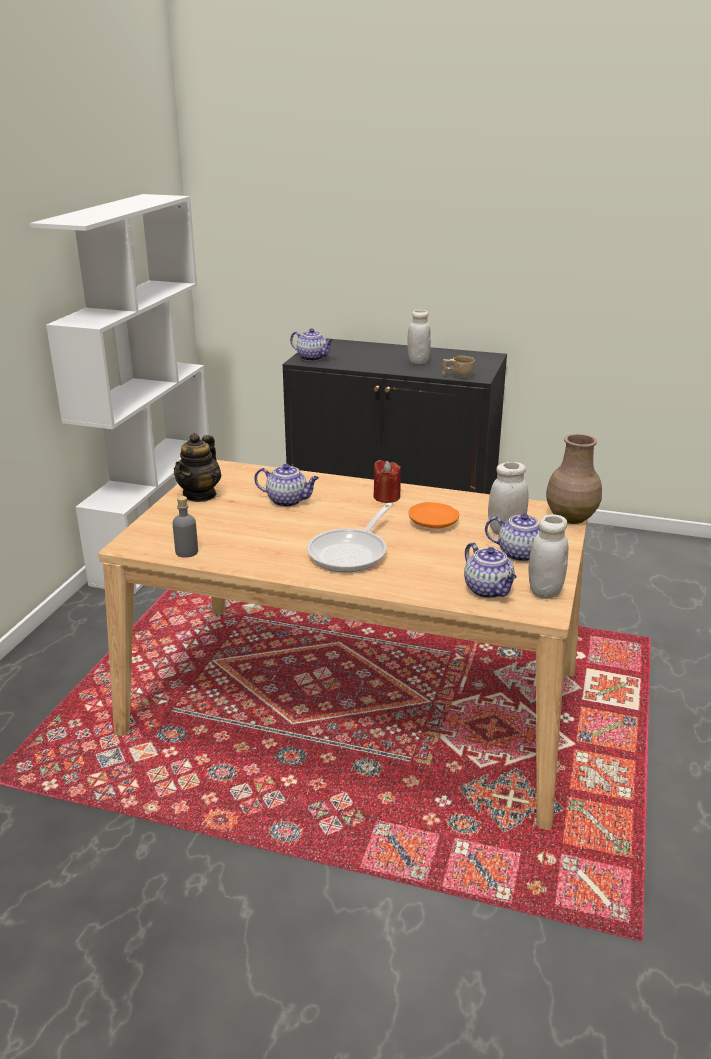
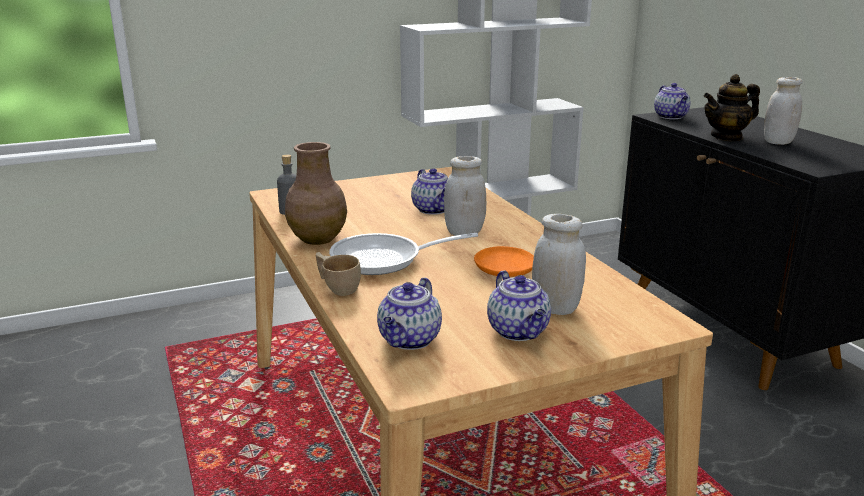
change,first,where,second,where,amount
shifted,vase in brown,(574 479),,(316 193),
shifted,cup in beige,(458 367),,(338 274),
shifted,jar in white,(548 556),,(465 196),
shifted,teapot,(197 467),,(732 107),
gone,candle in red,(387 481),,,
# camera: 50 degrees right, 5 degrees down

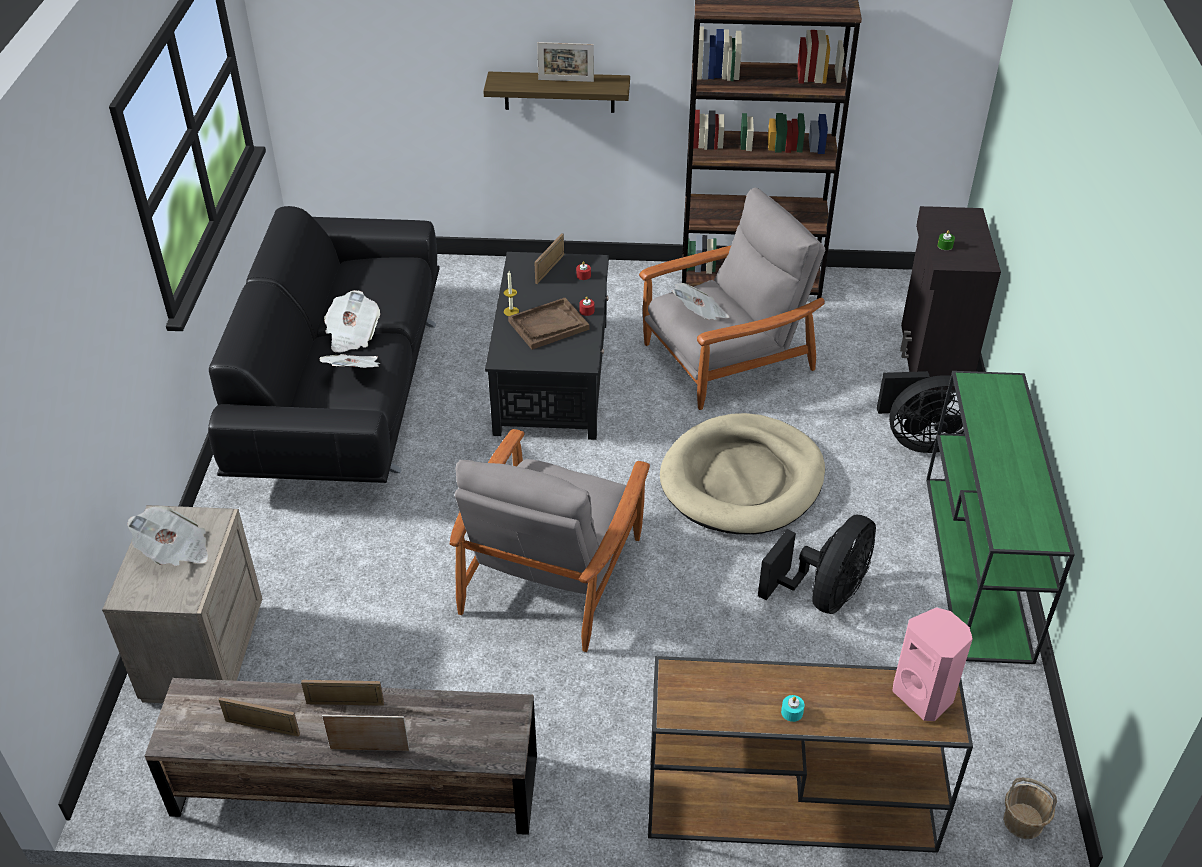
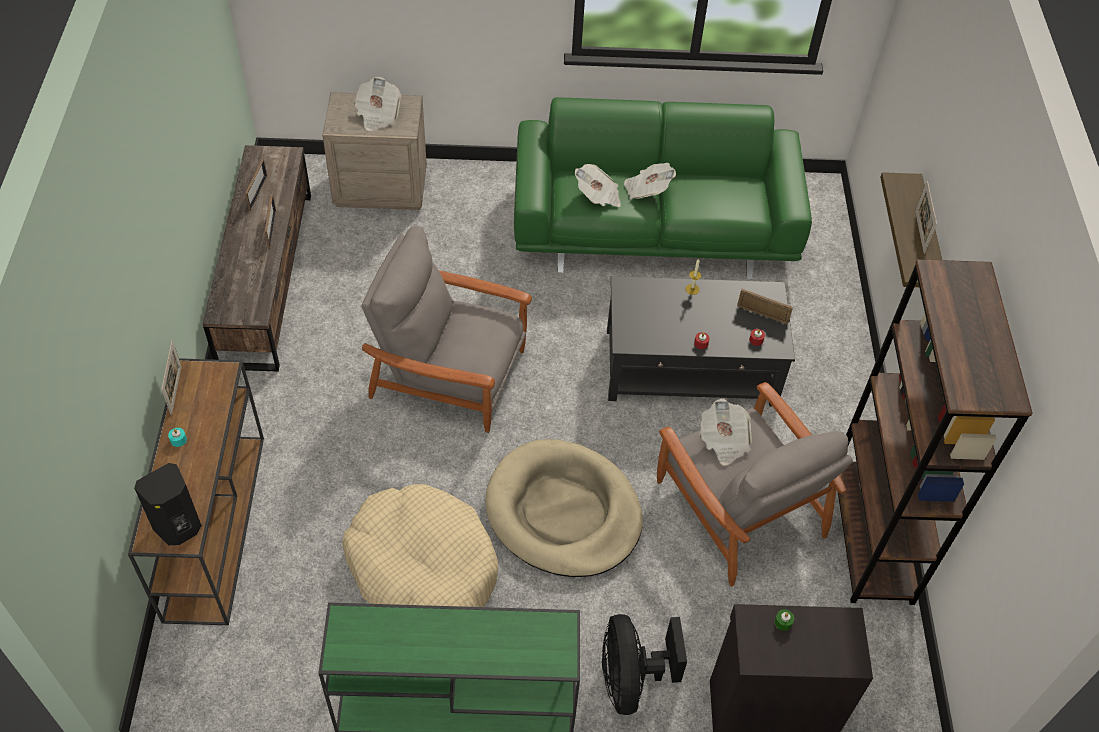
change,first,where,second,where,amount
repainted,speaker in pink,(933 664),speaker in black,(168 504),
shifted,picture frame,(366 733),,(171 377),
swapped,fan in black,(817 564),dog bed in beige,(420 545),
repainted,sofa in black,(323 344),sofa in green,(663 188),
gone,tray in brown,(548 324),,,
gone,basket,(1030 808),,,
# camera: 85 degrees right, 10 degrees up

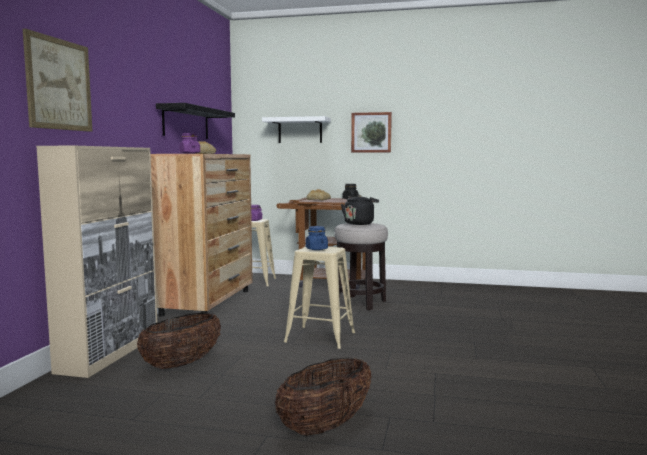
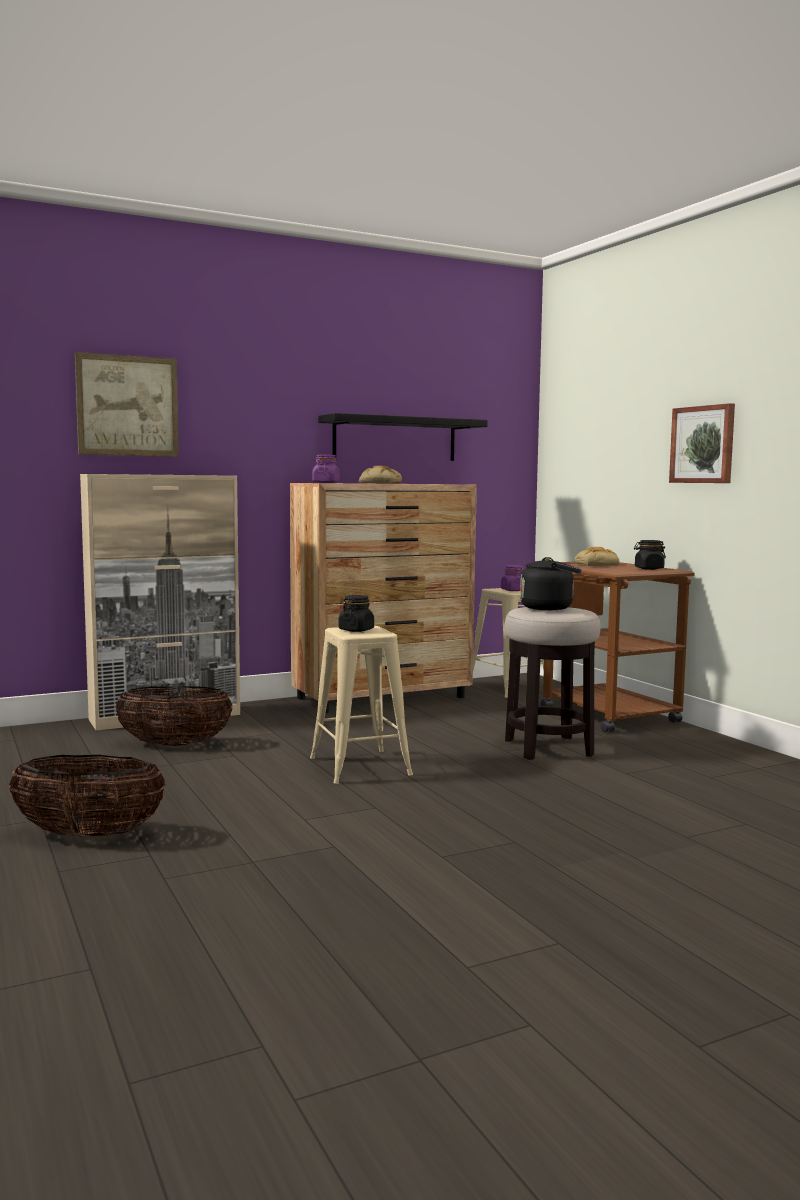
change,first,where,second,where,amount
repainted,jar in blue,(317 238),jar in black,(356 613),
gone,shelf in white,(296 129),,,
# camera: 50 degrees right, 0 degrees up

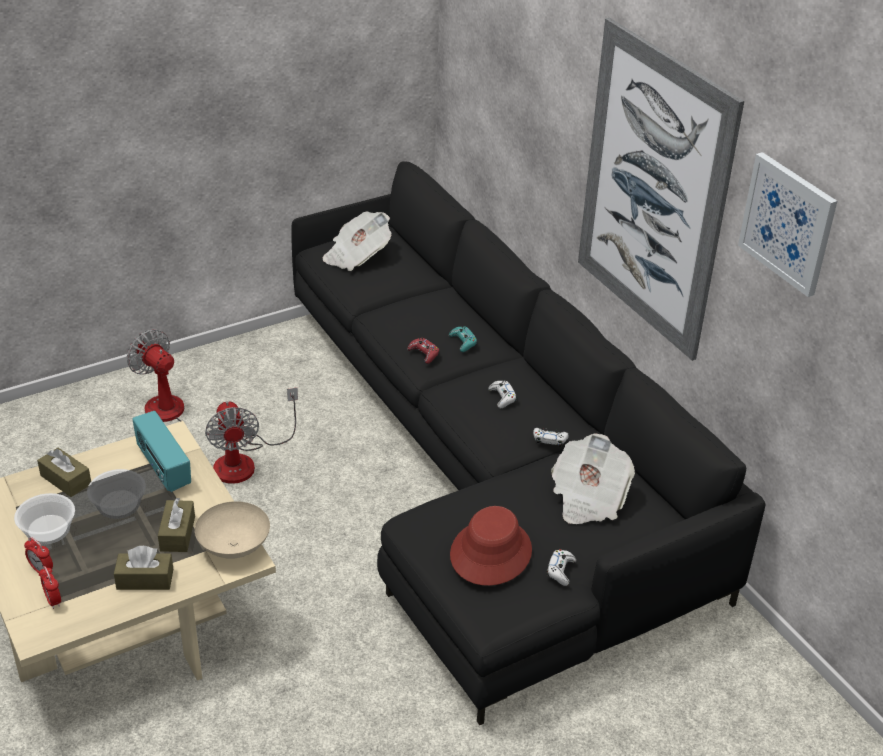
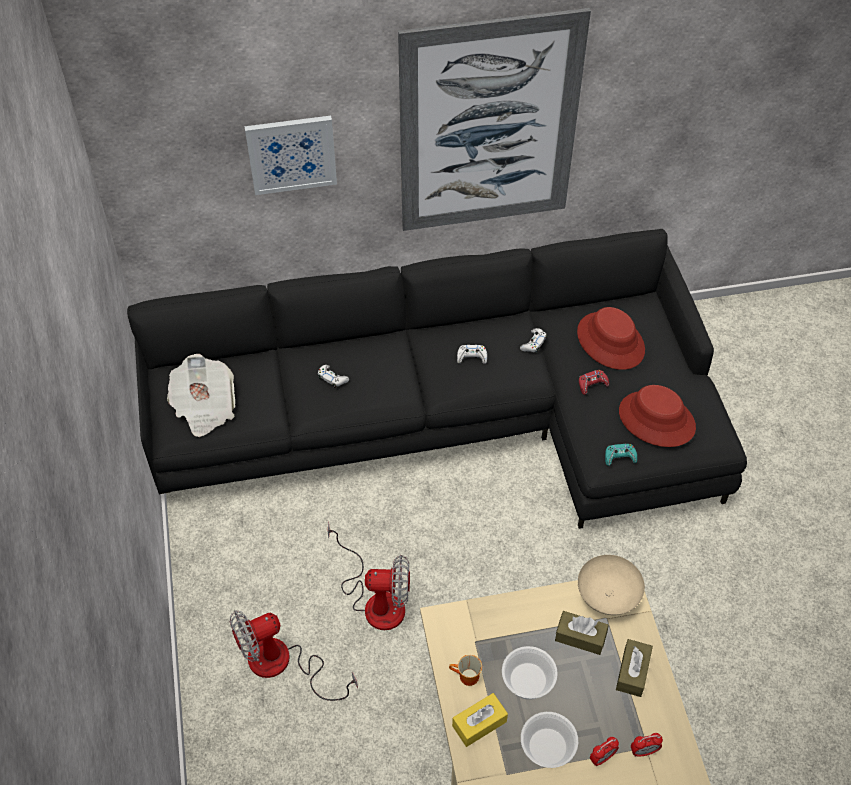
change,first,where,second,where,amount
shifted,picture,(787 224),,(290 155),
shifted,game controller in white,(561 567),,(333 376),
new,,,mug,(465 670),
repainted,tissue box in brown,(64 472),tissue box in yellow,(480 720),
swapped,newspaper,(593 479),hat in red,(611 338),
shifted,game controller in red,(423 351),,(594 382),
shifted,game controller in turquoise,(463 339),,(621 455),
gone,radio,(161 451),,,
# camera: 70 degrees left, 15 degrees up

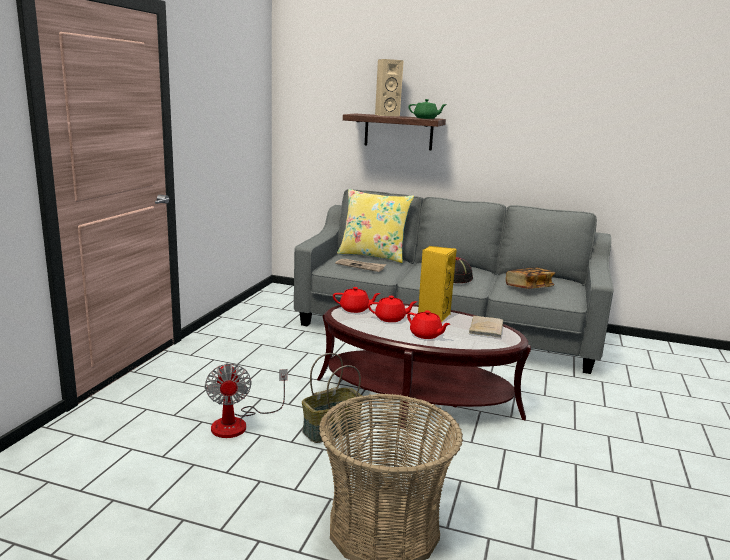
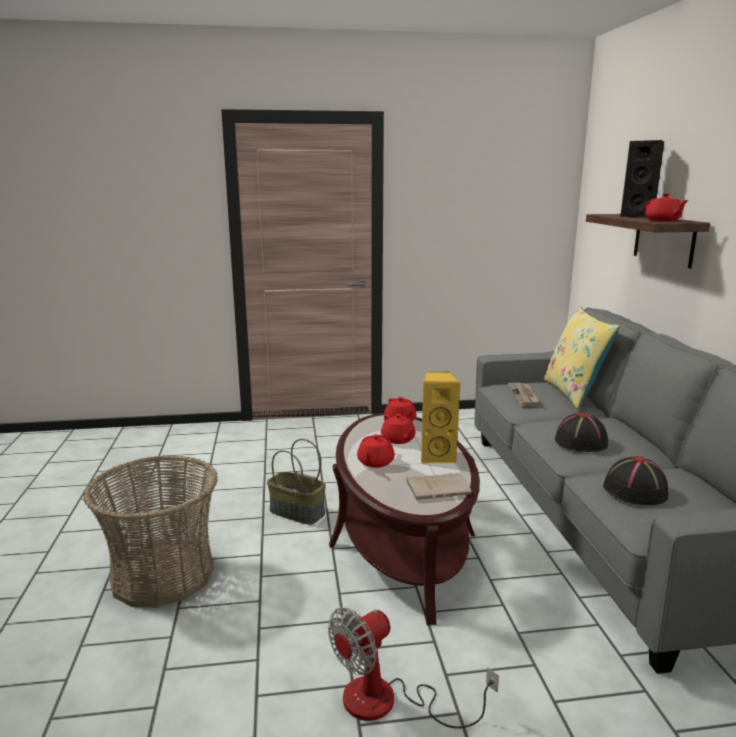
change,first,where,second,where,amount
shifted,fan,(246 400),,(413 668),
swapped,book,(530 278),hat in black,(636 480),
repainted,speaker in beige,(389 88),speaker in black,(642 179),
repainted,teapot in green,(427 109),teapot in red,(667 207),
# camera: 65 degrees right, 0 degrees up

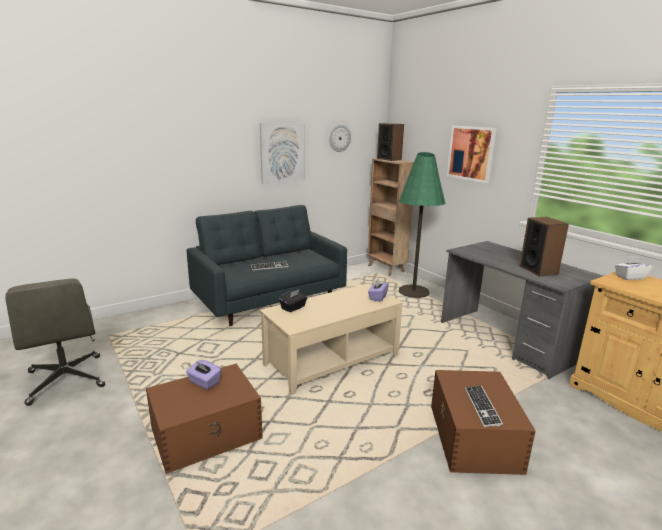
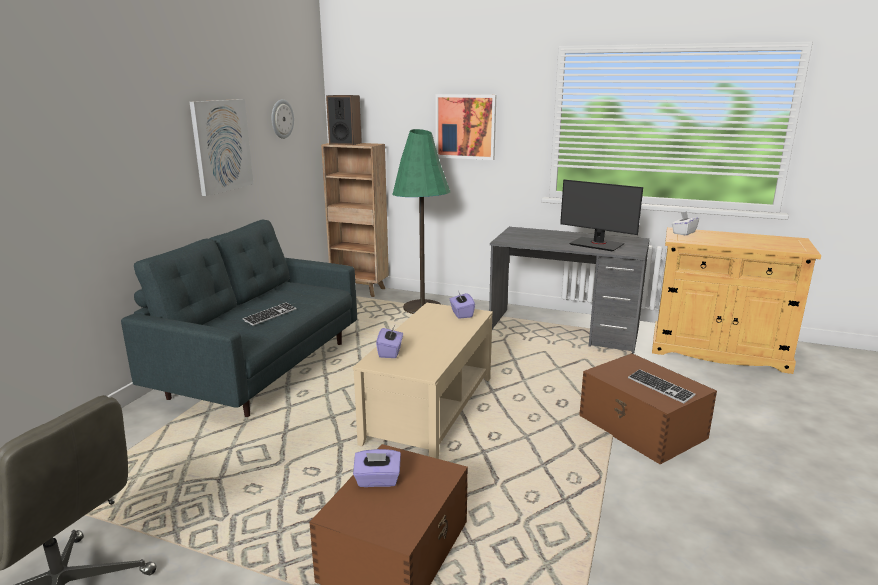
change,first,where,second,where,amount
repainted,tissue box in black,(293 300),tissue box in purple,(389 341),
swapped,speaker,(544 246),monitor,(601 215),
# camera: 35 degrees left, 0 degrees up

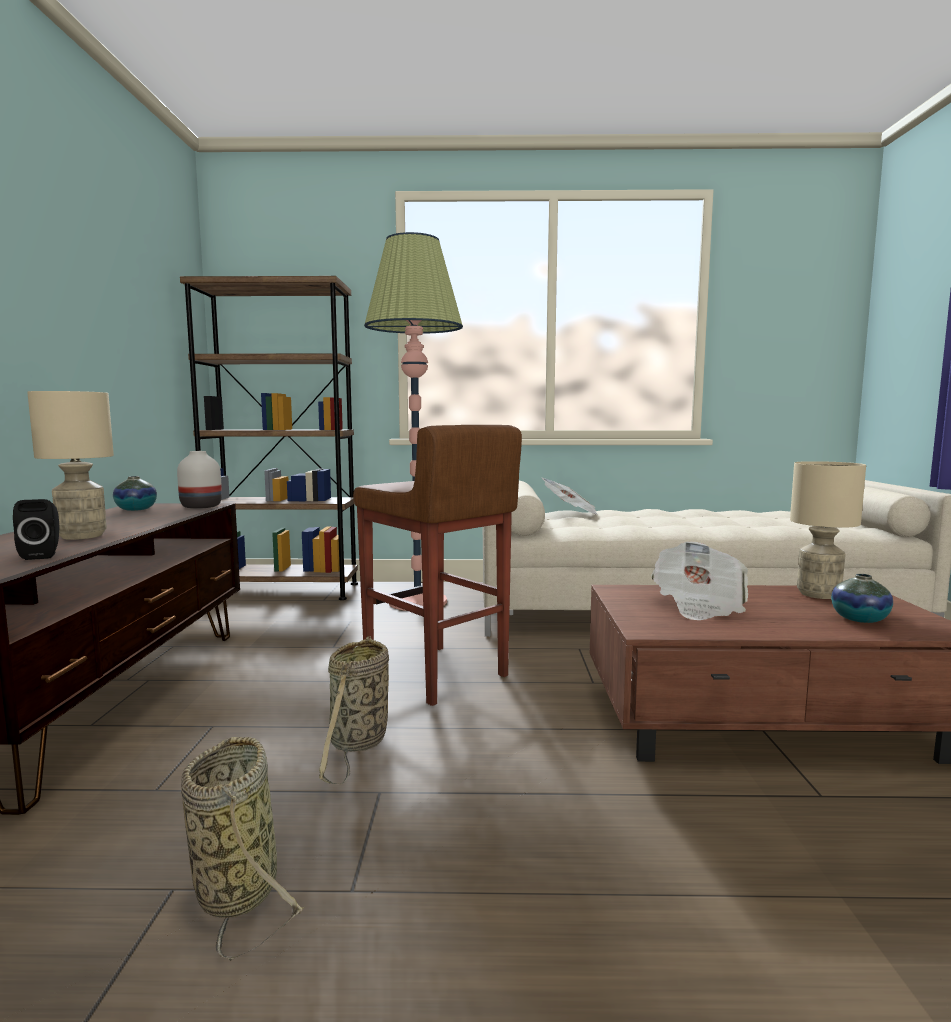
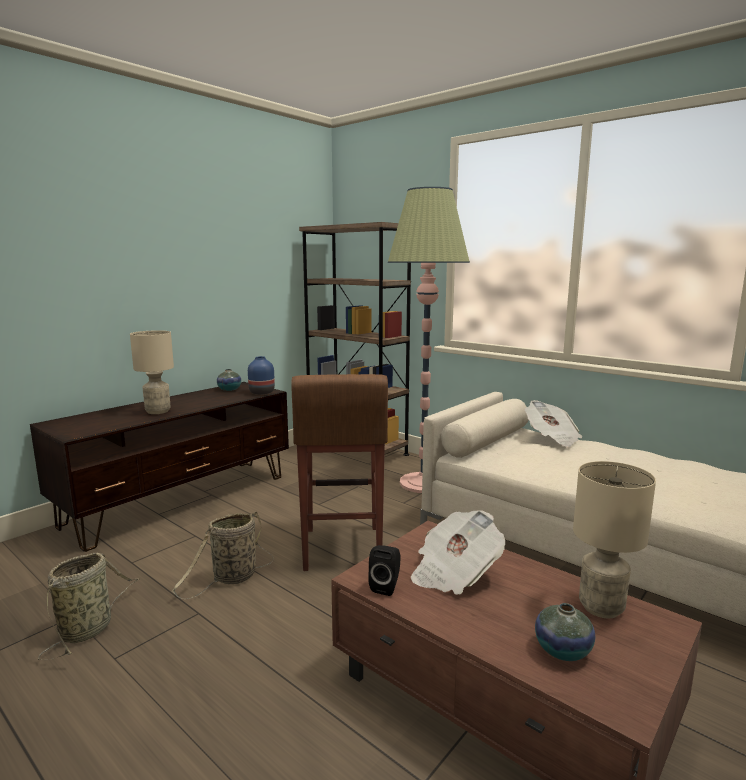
change,first,where,second,where,amount
repainted,vase in white,(199 480),vase in blue,(261 375),
shifted,speaker in black,(36 529),,(384 570),
# camera: 40 degrees right, 5 degrees up

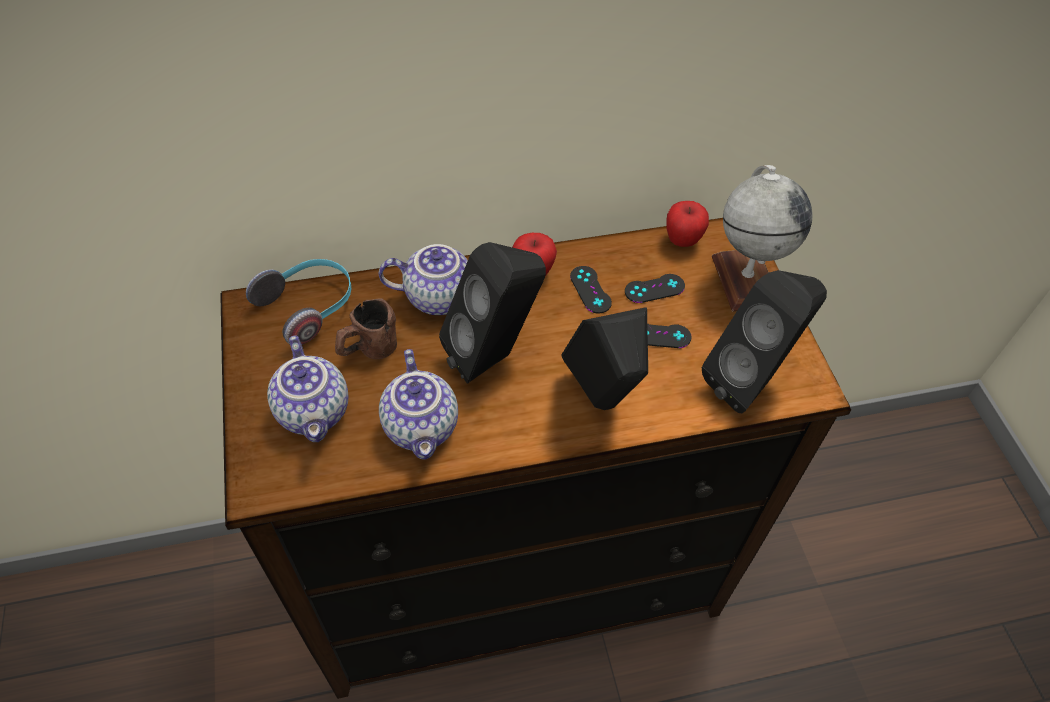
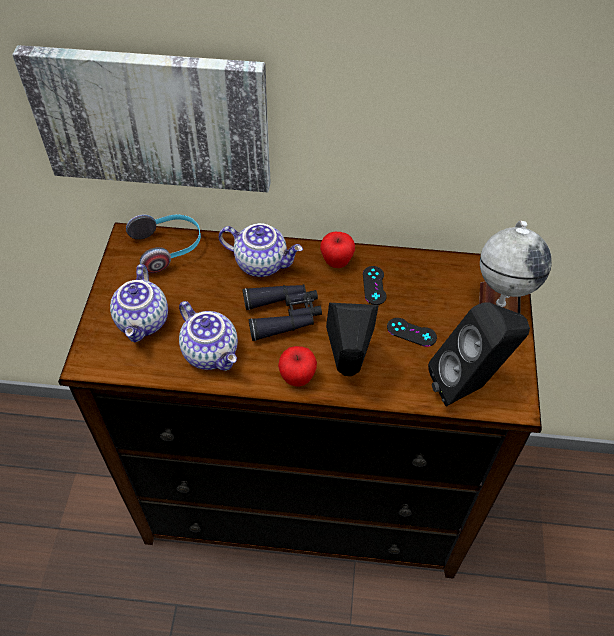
change,first,where,second,where,amount
new,,,picture,(141 118),
rotated,teapot,(418 404),,(208 336),45 degrees counterclockwise
swapped,speaker in black,(492 313),binoculars in black,(282 312),
shifted,apple,(687 224),,(297 366),
gone,mug in brown,(366 328),,,
gone,game controller in black,(655 288),,,
# camera: 20 degrees right, 0 degrees up

